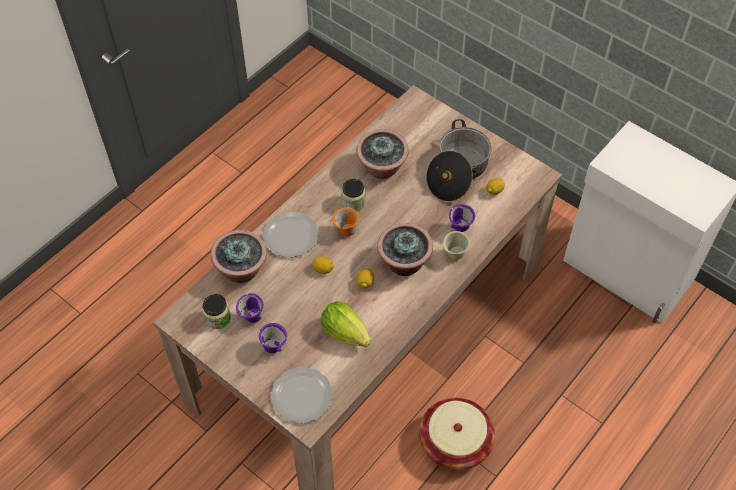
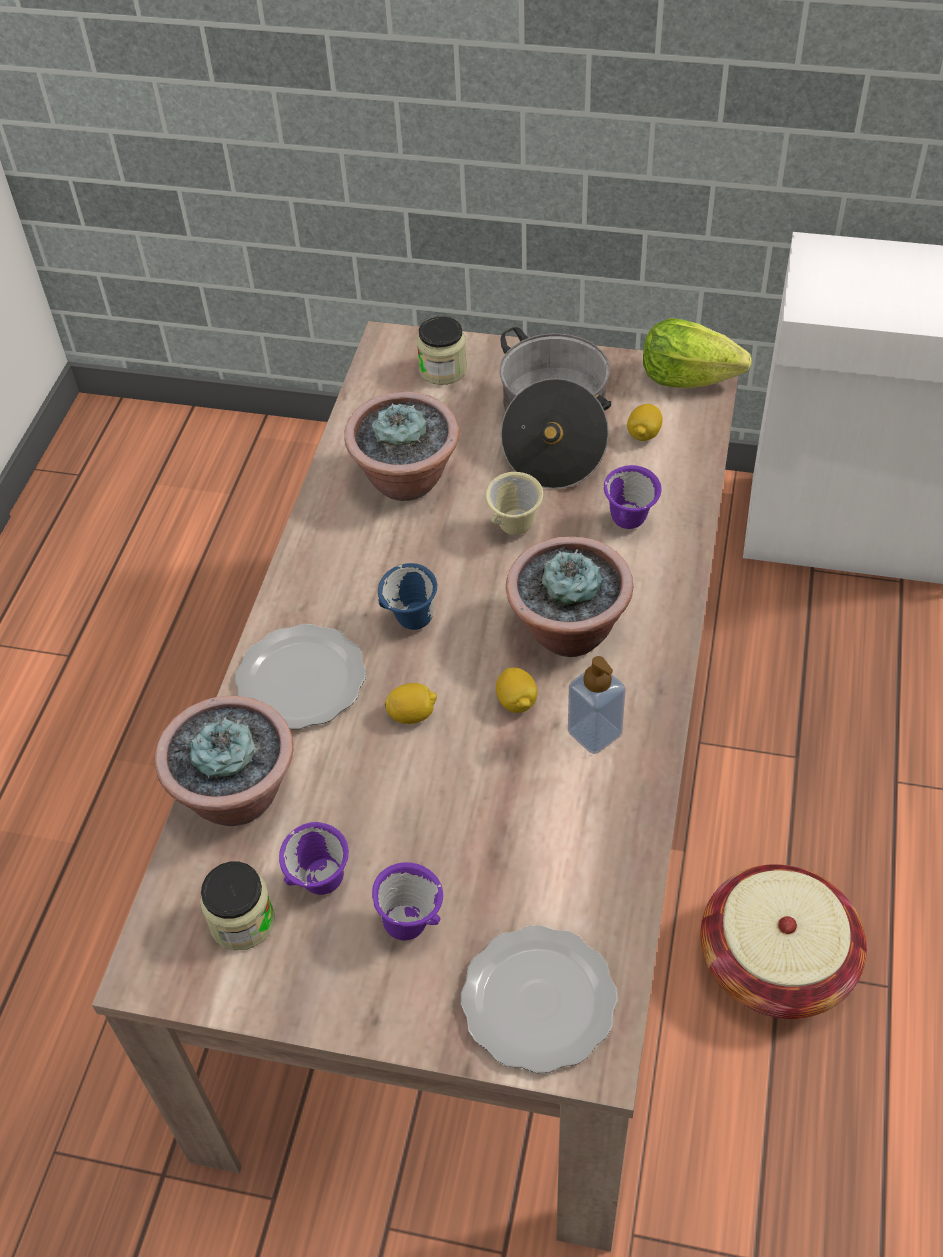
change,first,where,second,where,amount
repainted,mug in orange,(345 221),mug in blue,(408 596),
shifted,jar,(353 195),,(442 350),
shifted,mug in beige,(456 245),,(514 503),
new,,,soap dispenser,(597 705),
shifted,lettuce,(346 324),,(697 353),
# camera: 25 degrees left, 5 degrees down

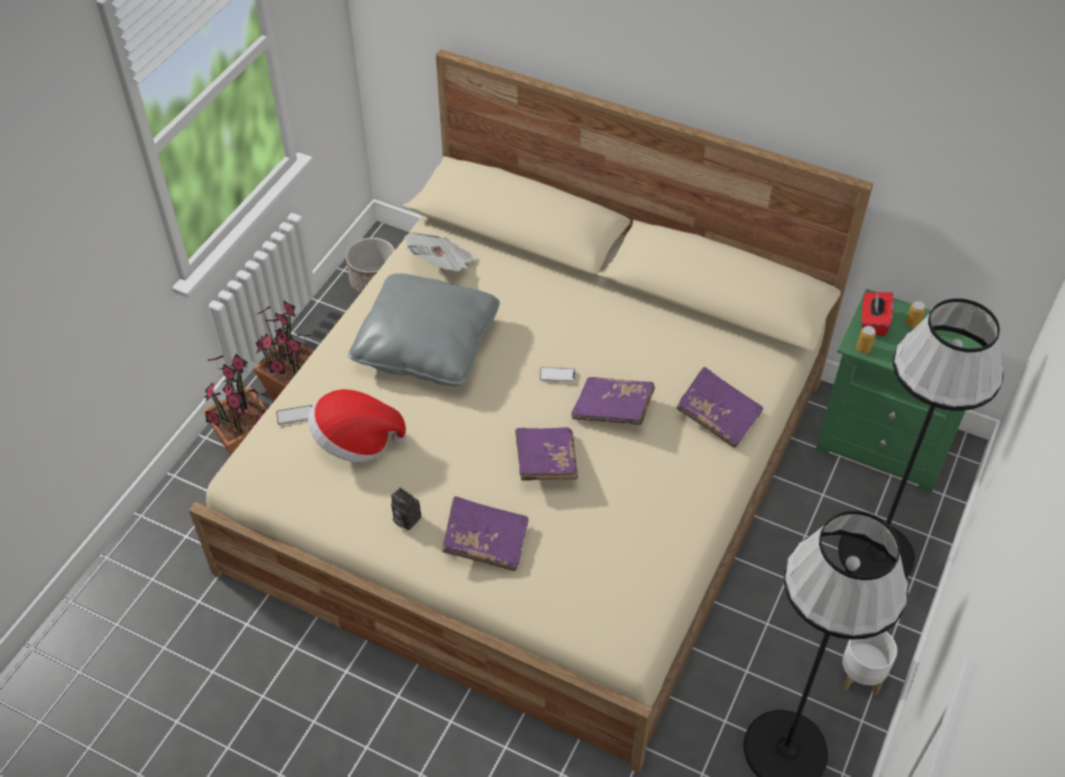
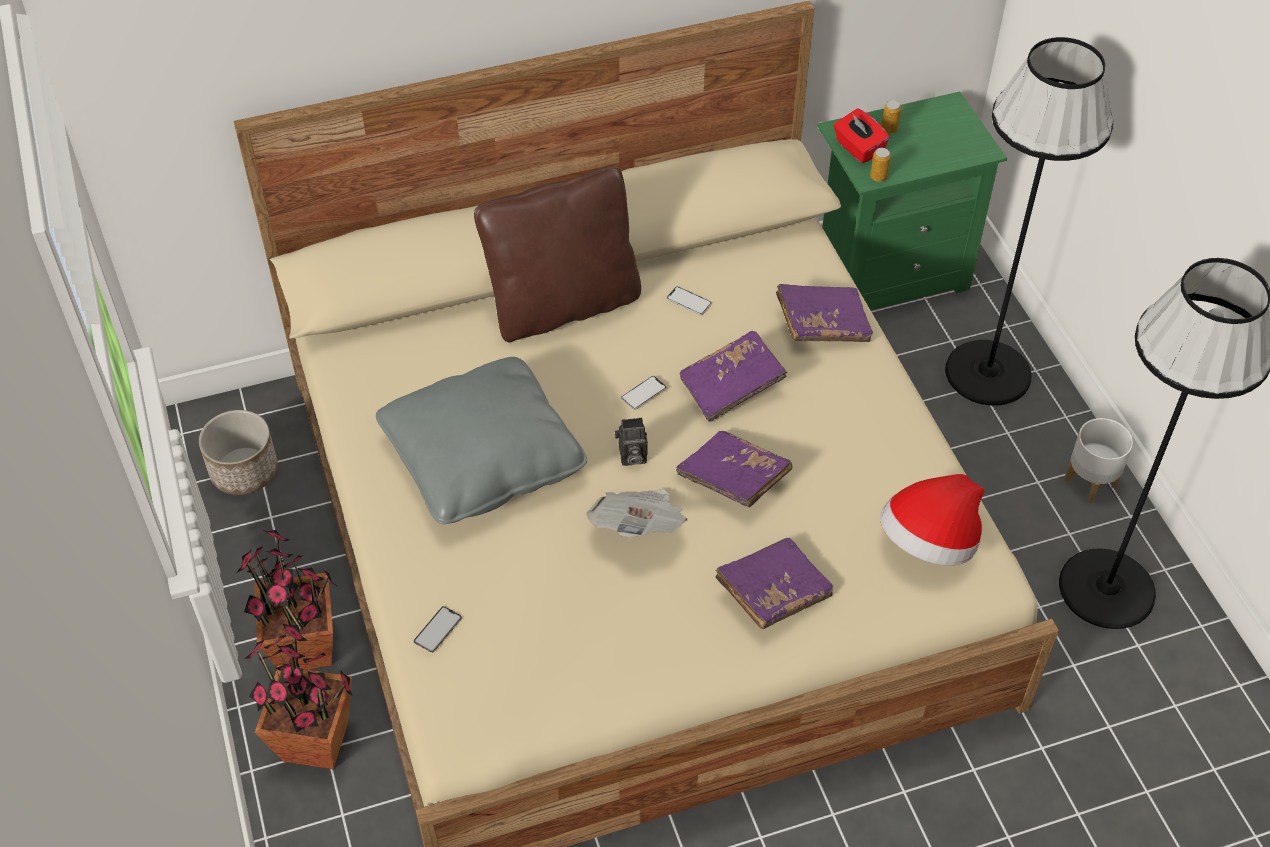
change,first,where,second,where,amount
new,,,pillow in brown,(557 254),
shifted,newspaper,(440 252),,(636 513),
shifted,photo camera,(406 508),,(631 441),
new,,,phone,(689 300),
shifted,hat,(357 425),,(932 520),
# camera: 45 degrees left, 0 degrees up

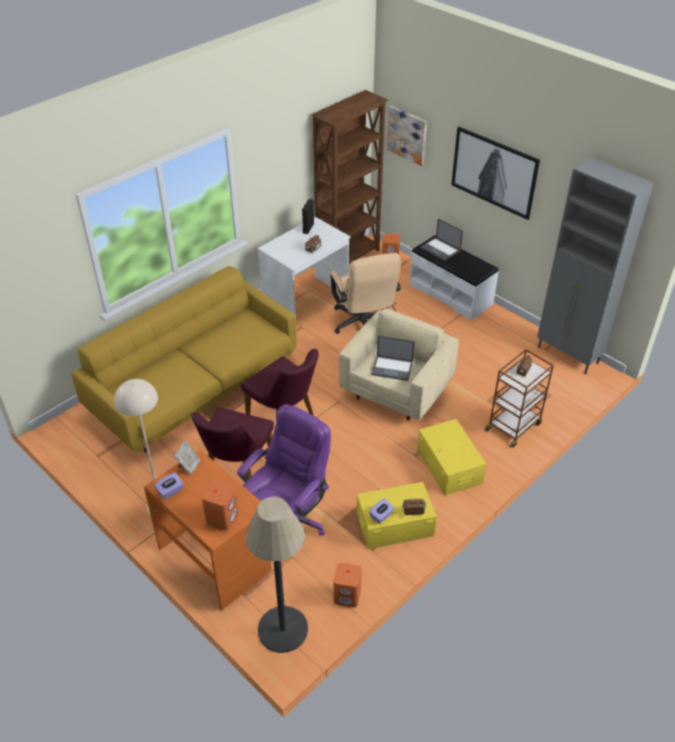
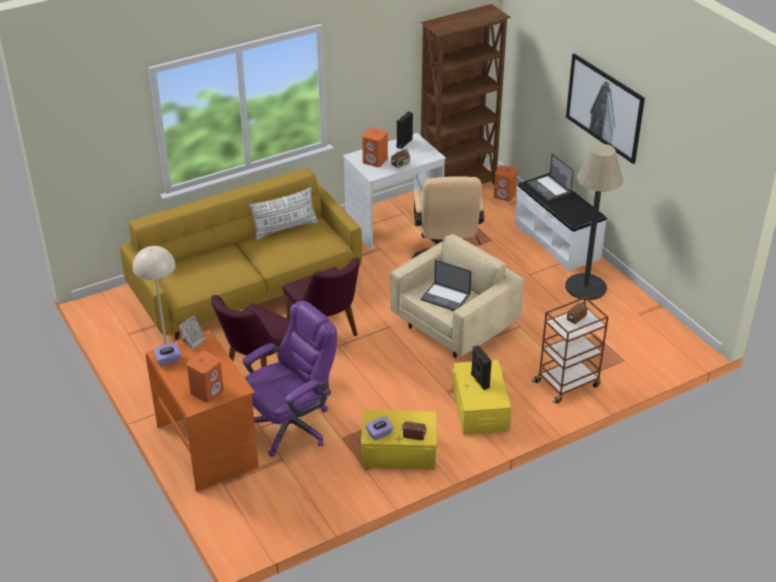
change,first,where,second,where,amount
new,,,pillow in white,(283 213),
shifted,speaker in orange,(347 585),,(375 147),
new,,,speaker in black,(481 367),
shifted,floor lamp,(276 574),,(594 222),
gone,picture,(407 136),,,
gone,cabinet in grey,(595 266),,,
# camera: 15 degrees right, 5 degrees down

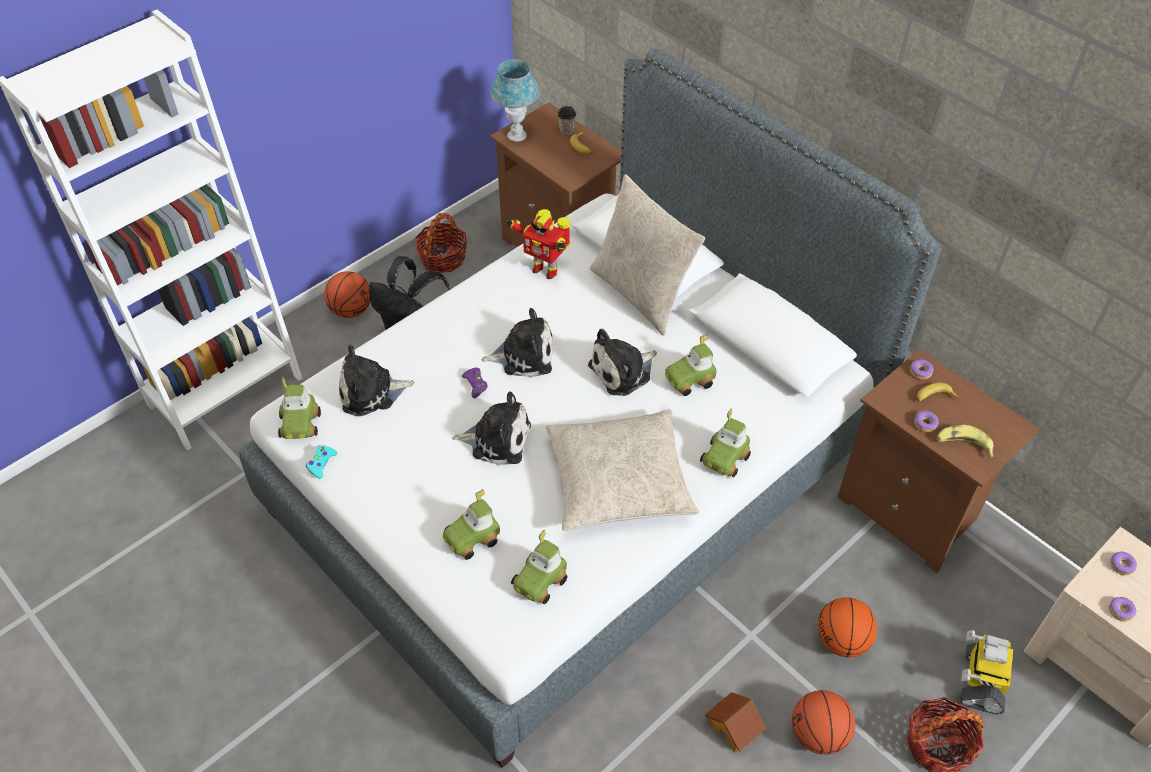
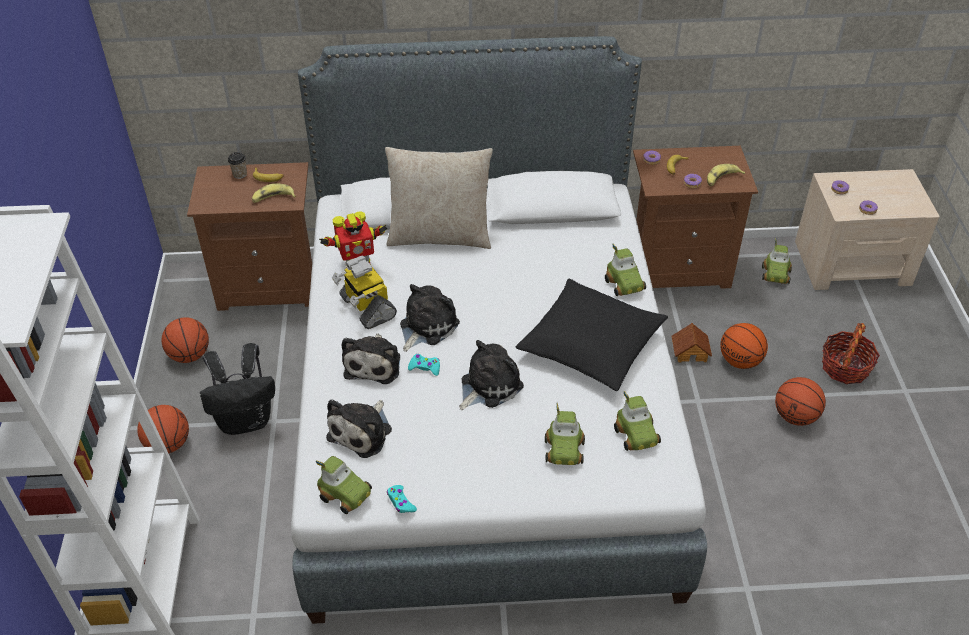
change,first,where,second,where,amount
swapped,basket,(441 243),basketball,(185 340),
new,,,banana,(274 193),
shifted,toy robot,(986 672),,(364 292),
shifted,plush toy,(622 362),,(371 359),
repainted,game controller in purple,(475 383),game controller in turquoise,(424 365),
repainted,pillow in beige,(622 470),pillow in black,(591 335),
shifted,toy house,(735 722),,(692 342),
shifted,toy car,(690 365),,(777 261),
gone,table lamp in blue,(515 100),,,
# camera: 50 degrees left, 5 degrees down

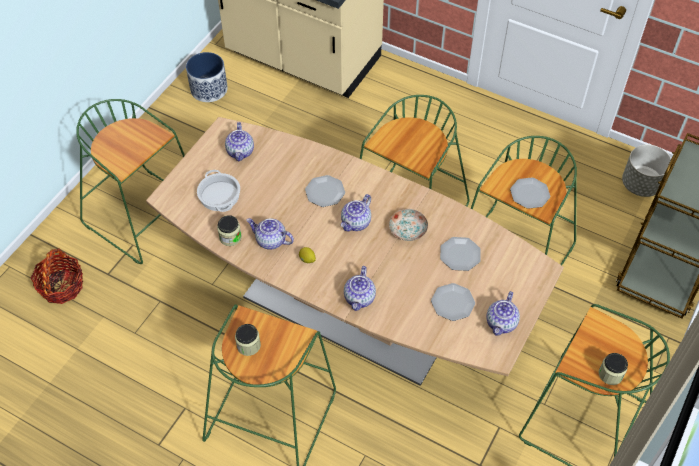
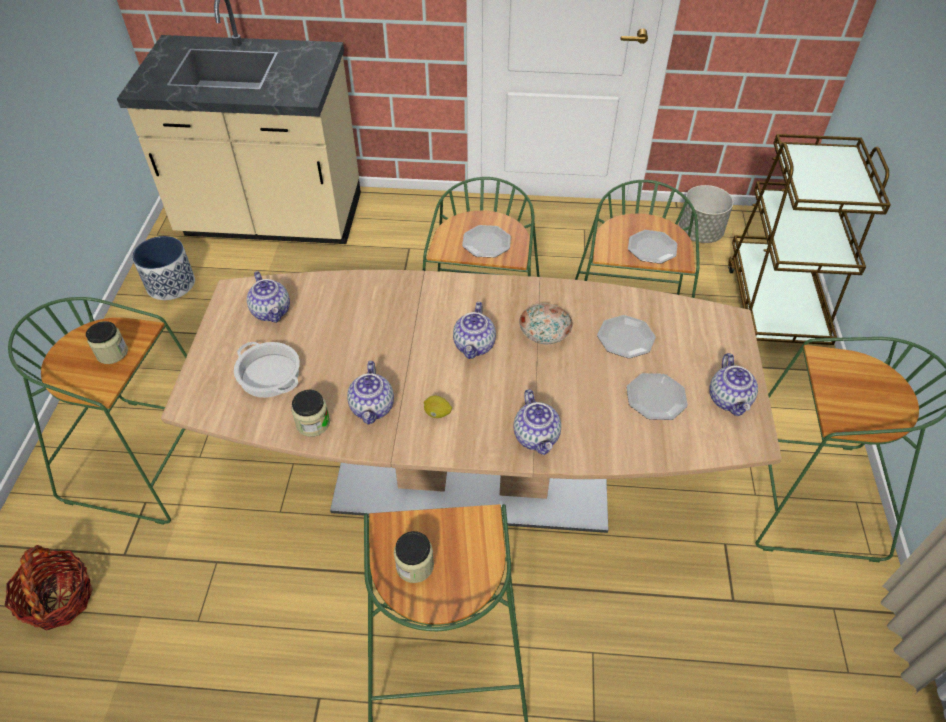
change,first,where,second,where,amount
shifted,jar,(613 369),,(107 342),
rotated,teapot,(270 234),,(370 393),90 degrees counterclockwise
shifted,plate,(325 191),,(486 241),
# camera: 25 degrees left, 5 degrees down

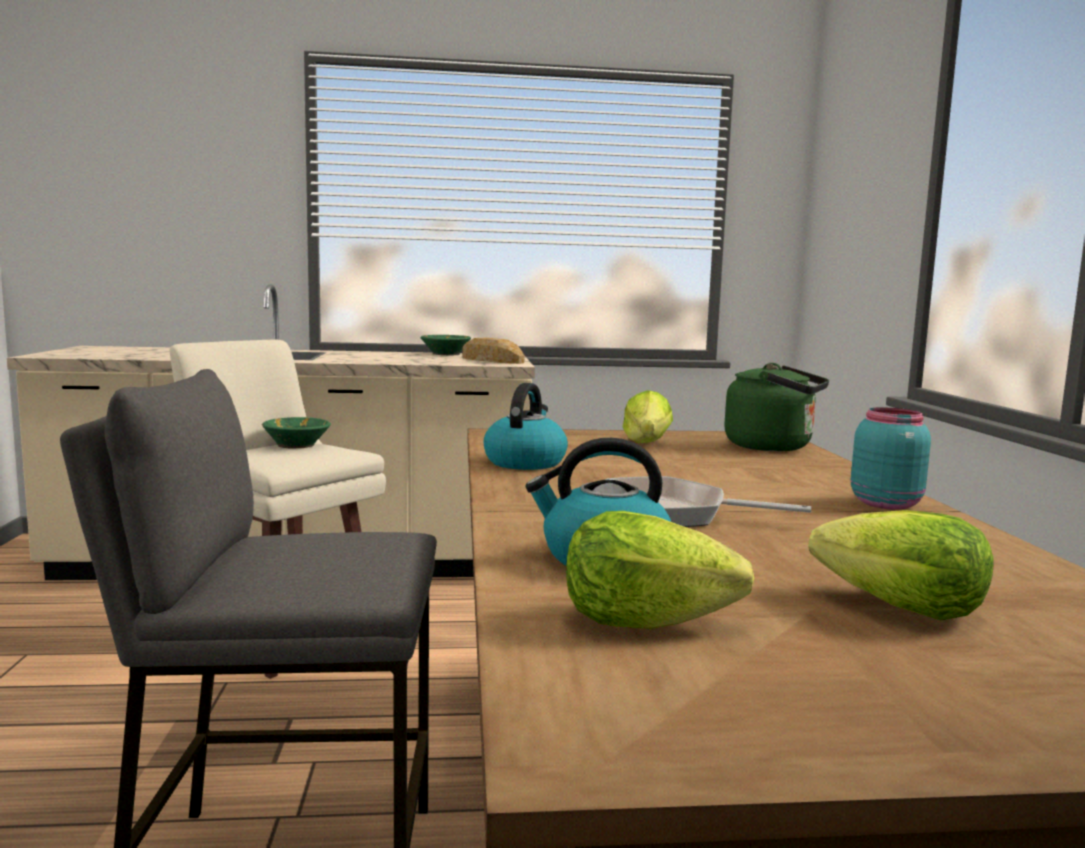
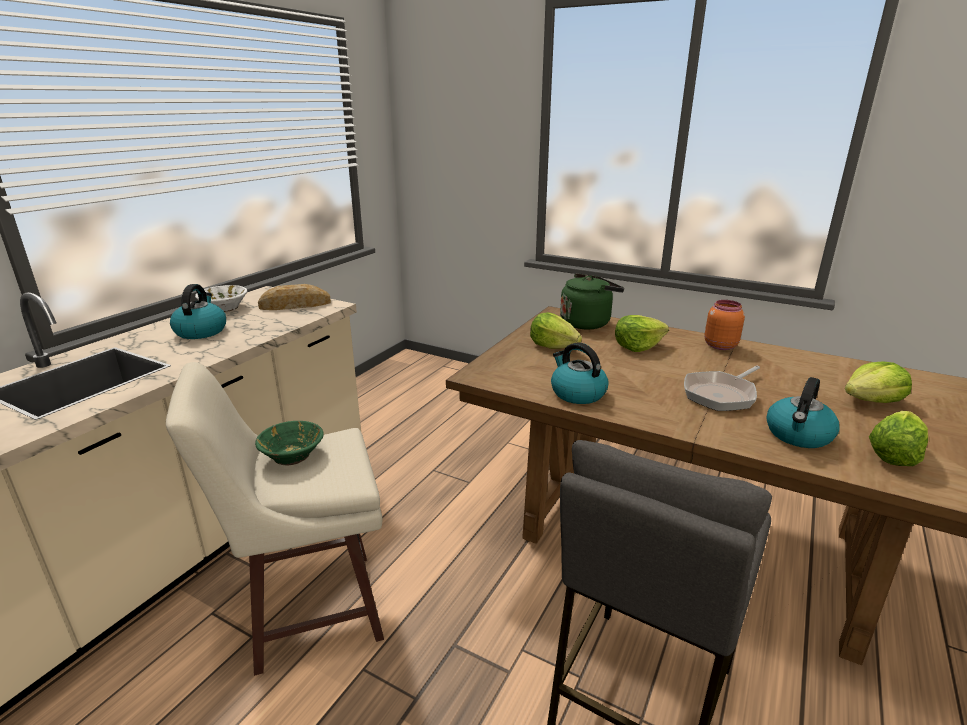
change,first,where,second,where,amount
new,,,kettle,(198 311),
repainted,bowl in green,(445 345),bowl in white,(221 298),
new,,,lettuce,(642 333),
repainted,jar in turquoise,(891 458),jar in orange,(724 325),
# camera: 55 degrees left, 15 degrees up

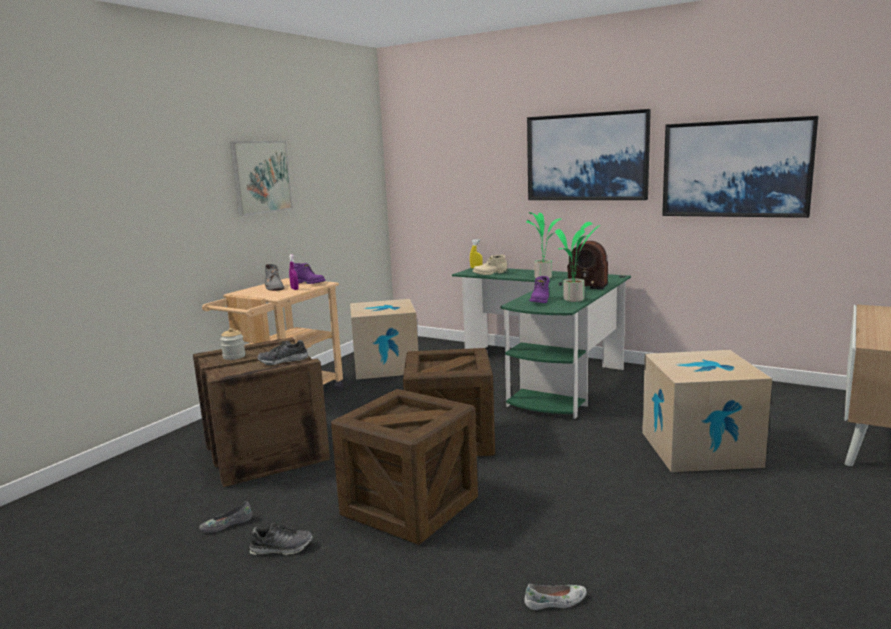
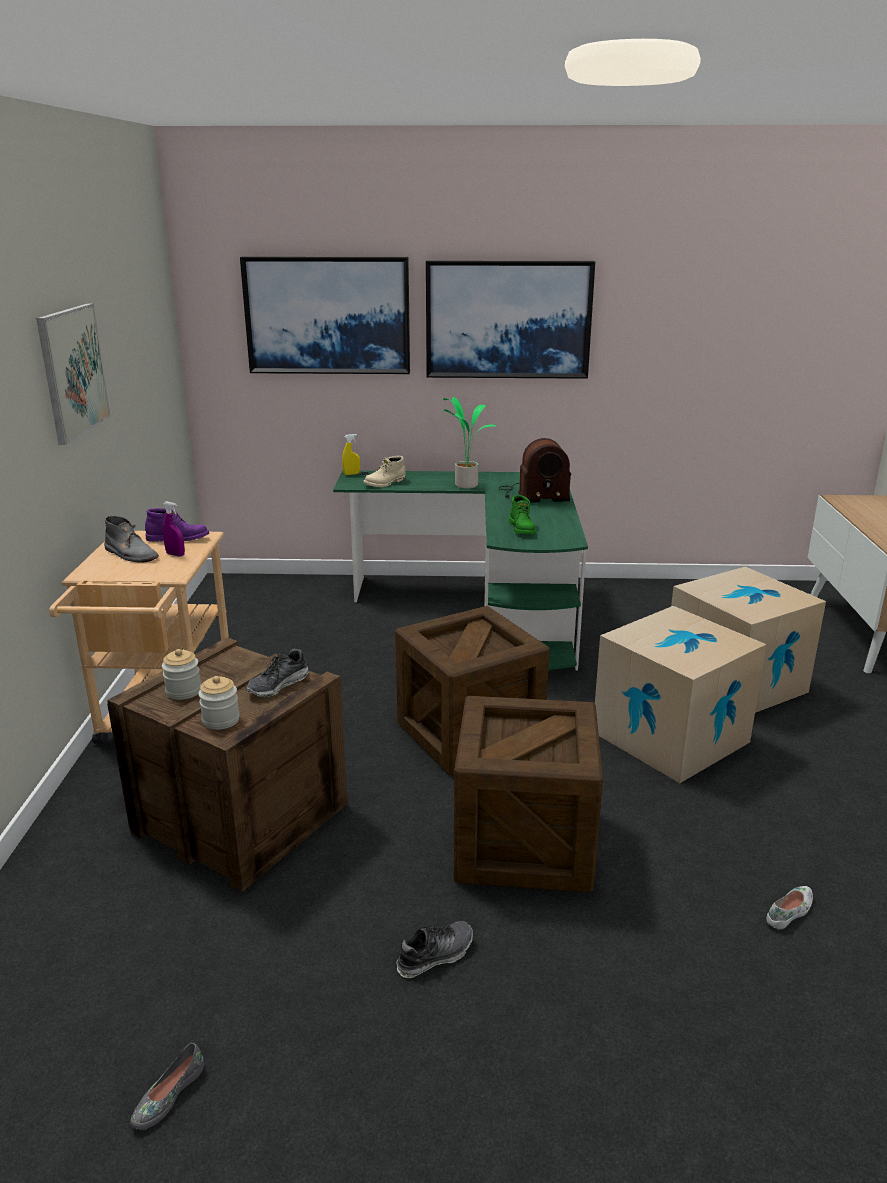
change,first,where,second,where,amount
shifted,shoe in grey,(226 517),,(167 1086),
new,,,jar,(219 703),
shifted,picture,(740 167),,(325 315),
repainted,boot in purple,(540 289),boot in green,(522 514),
shifted,cardboard box,(384 339),,(680 694),
gone,potted plant,(577 262),,,
# camera: 30 degrees left, 10 degrees up

